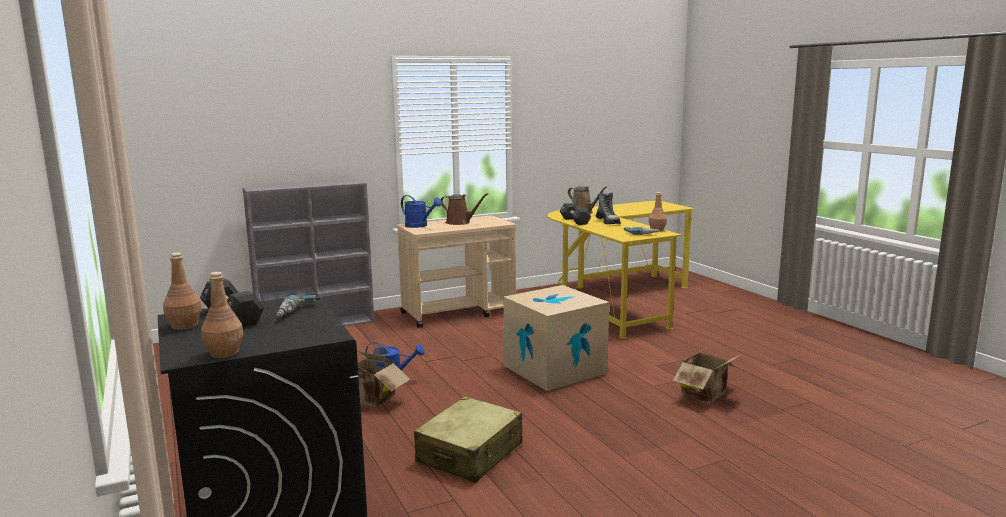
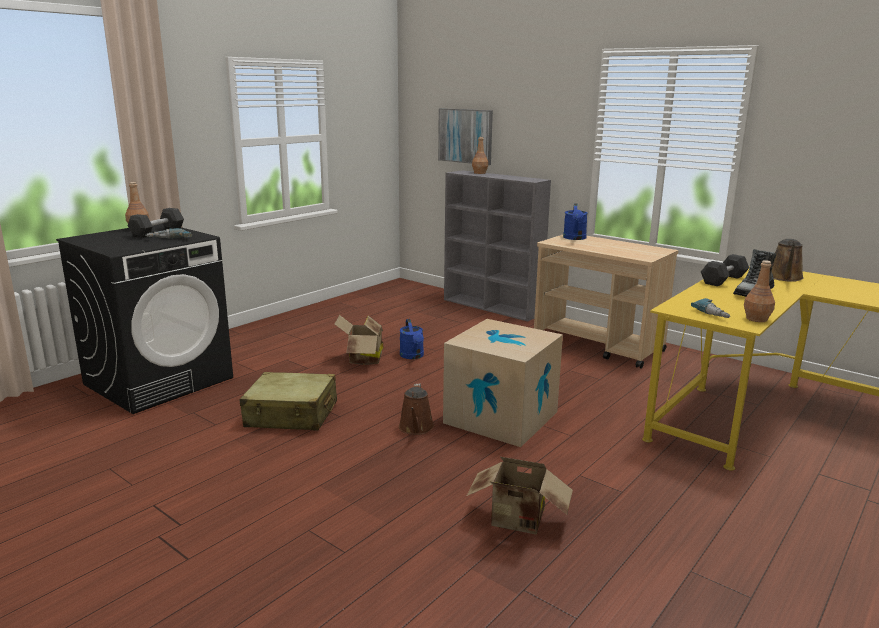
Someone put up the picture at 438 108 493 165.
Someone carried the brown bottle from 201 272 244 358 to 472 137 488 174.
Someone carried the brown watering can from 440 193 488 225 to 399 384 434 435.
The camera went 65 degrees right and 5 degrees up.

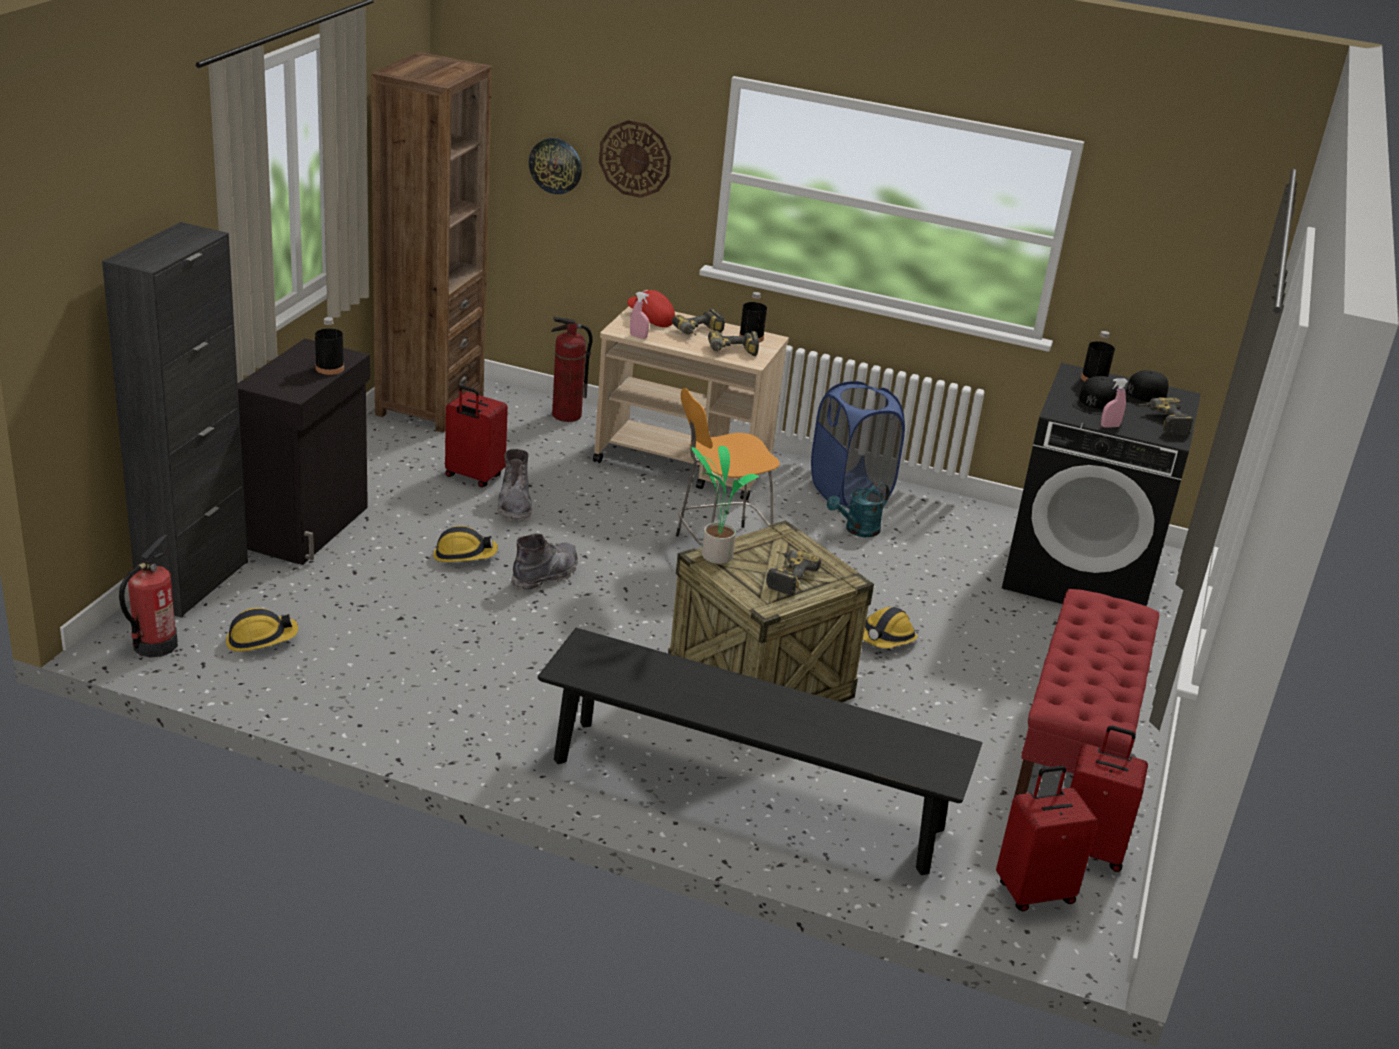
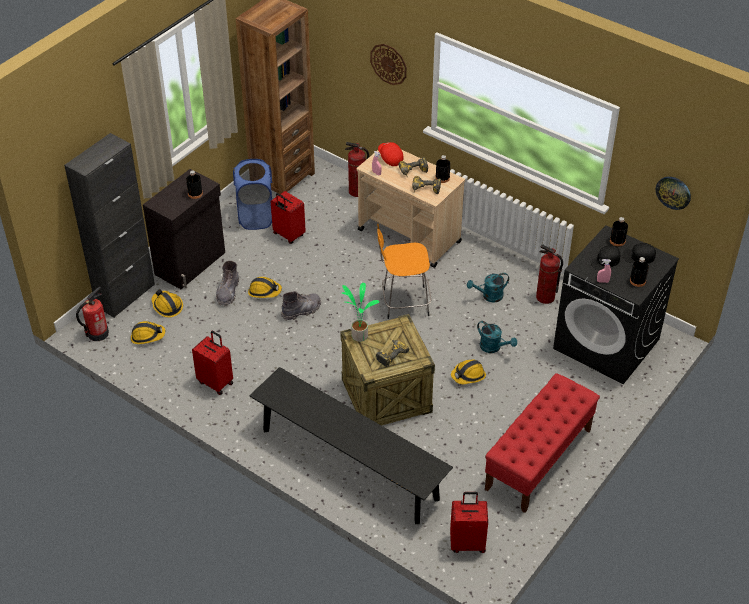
Someone put down the hard hat at 152 289 183 318.
Someone put down the turquoise watering can at 477 321 517 353.
Someone put down the fire extinguisher at 536 244 563 304.
Someone carried the grey boot from 498 449 532 522 to 216 261 239 306.
Someone carried the wall clock from 529 138 582 194 to 656 177 691 210.
Someone carried the blue laundry basket from 811 381 905 509 to 233 159 272 230.
Someone carried the red suitcase from 1070 726 1148 872 to 192 331 233 395.
Someone swapped the power drill at 1138 397 1193 435 for the black bottle at 630 257 649 287.
The camera went 20 degrees right and 15 degrees up.

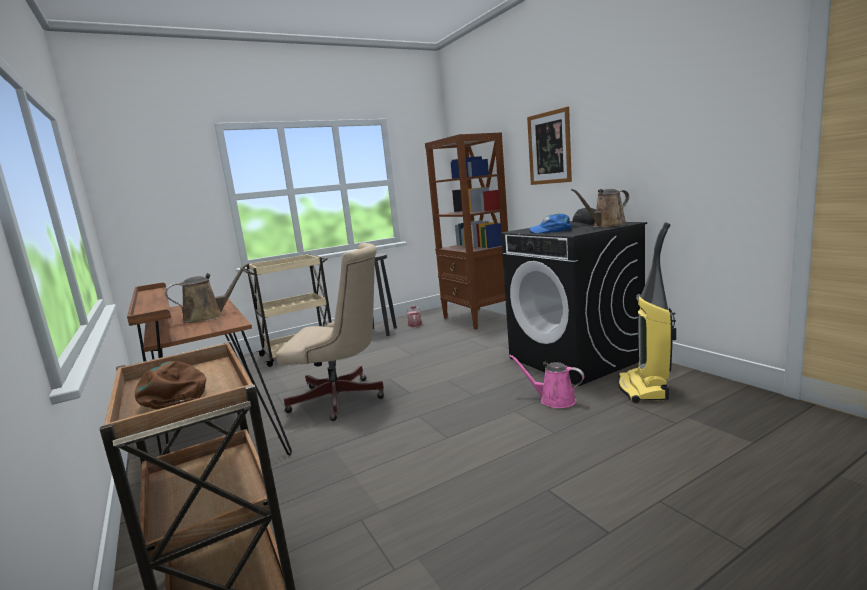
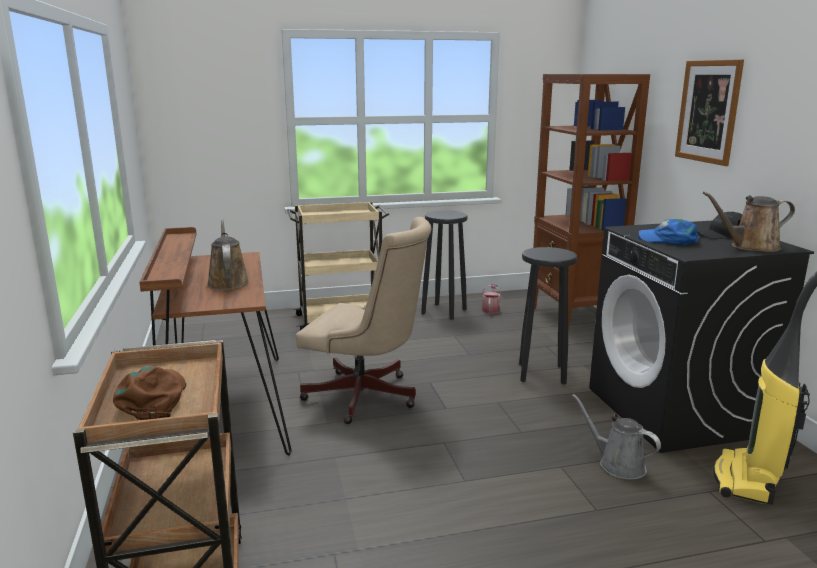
Someone put down the black stool at 519 247 577 384.
Someone repainted the pink watering can at 509 355 584 408, which became the grey watering can at 572 394 661 479.
Someone rotated the brown watering can at 165 263 249 323 by 90 degrees counterclockwise.
The camera went 15 degrees right and 5 degrees up.

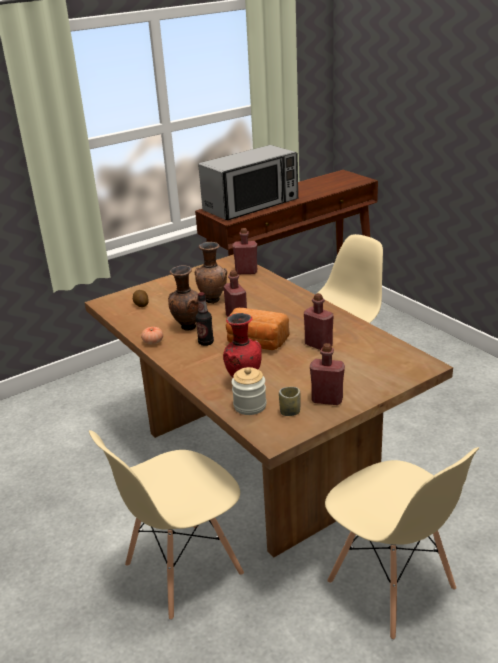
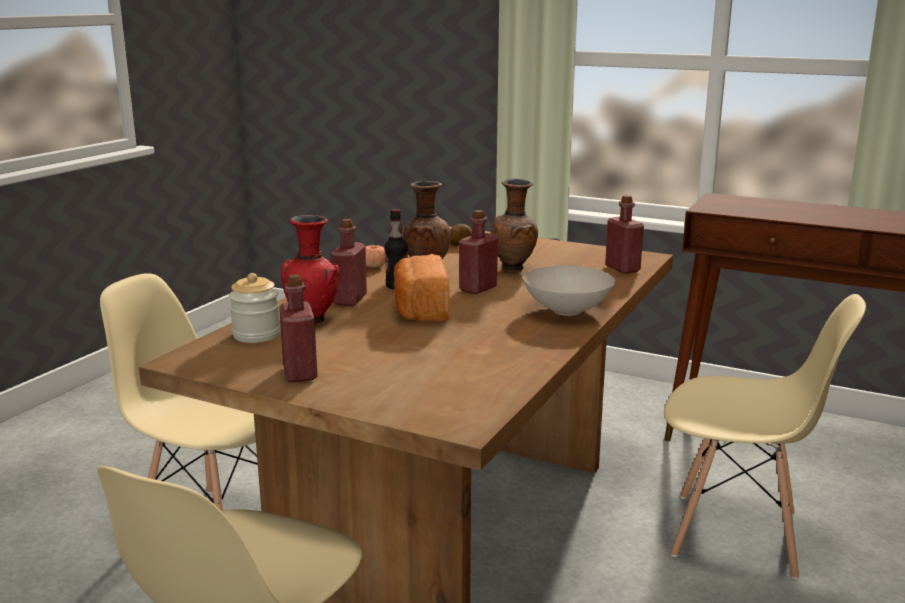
Someone took away the microwave at 198 145 298 220.
Someone took away the cup at 279 387 300 416.
Someone put down the white bowl at 523 265 615 316.
Someone carried the red bottle from 304 293 334 350 to 330 219 367 306.
The camera went 60 degrees right and 10 degrees down.

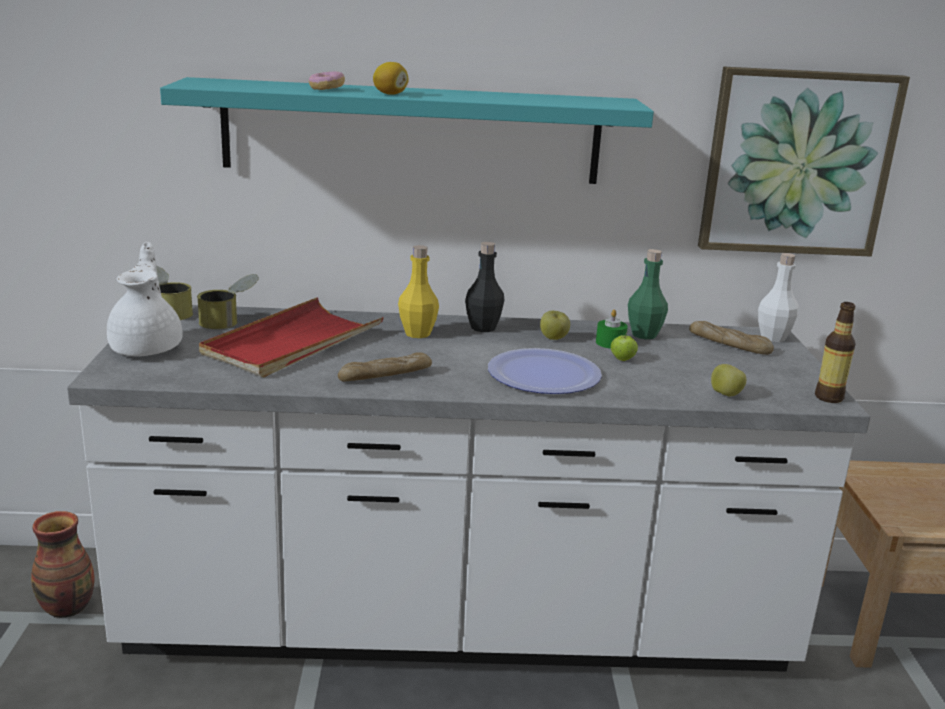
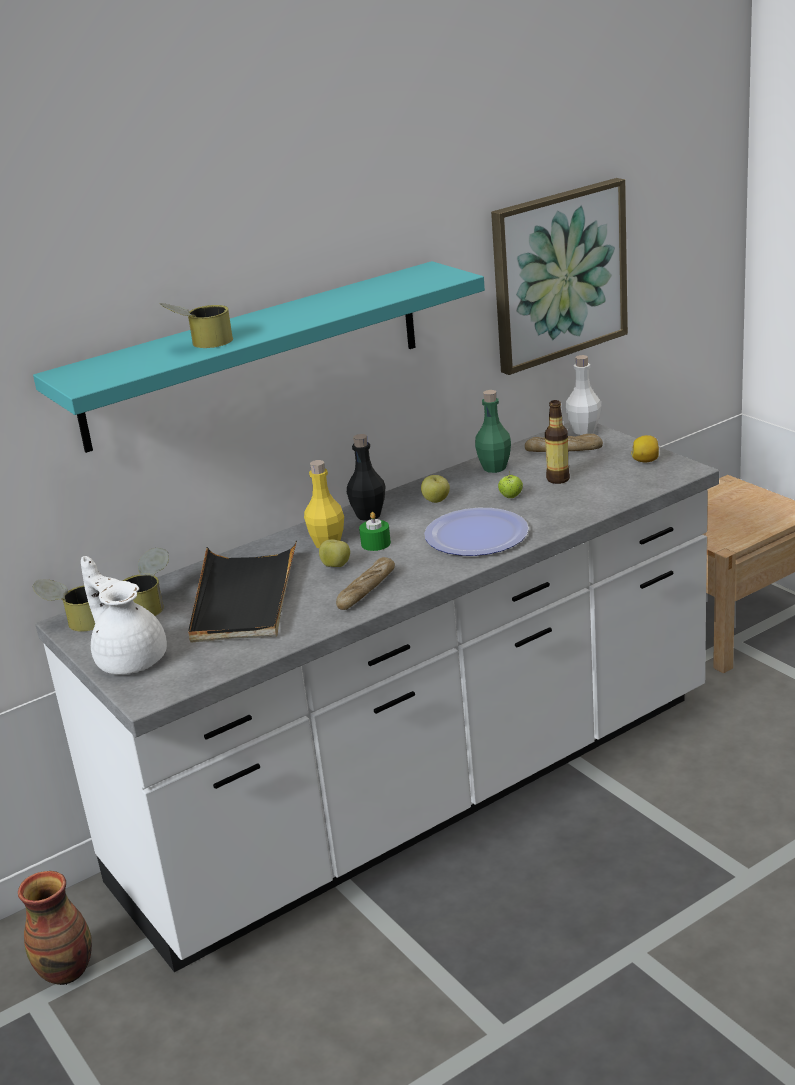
Someone carried the lemon from 373 62 409 95 to 631 435 659 462.
Someone carried the green candle from 596 310 628 349 to 359 512 391 551.
Someone carried the apple from 711 364 746 397 to 319 539 350 567.
Someone carried the bottle from 815 302 856 403 to 545 400 570 484.
Someone swapped the donut at 309 71 345 90 for the can at 159 303 233 348.
Someone repainted the red tray at 199 297 384 377, which became the black tray at 188 541 297 642.
The camera went 30 degrees left and 5 degrees up.

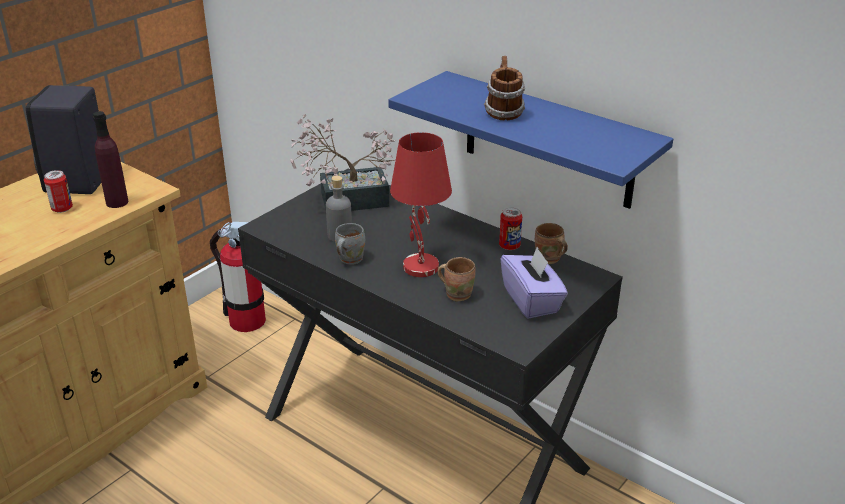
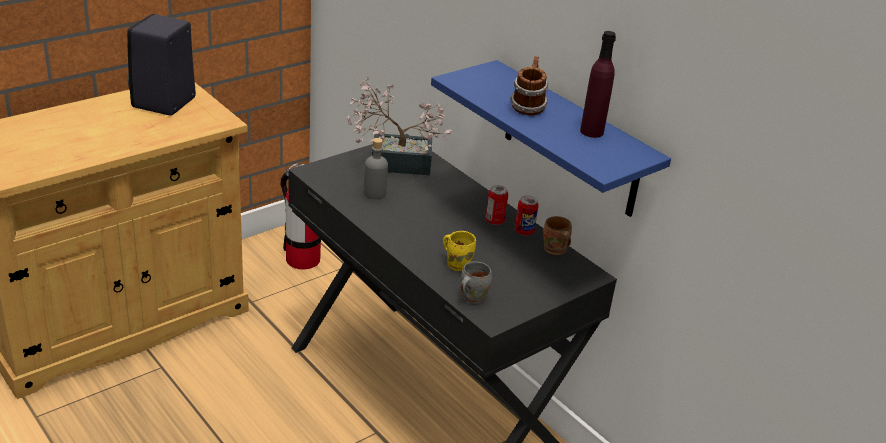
Someone took away the red table lamp at 390 132 452 277.
Someone took away the purple tissue box at 501 247 568 319.
Someone carried the can from 44 170 73 213 to 485 185 508 225.
Someone carried the purple bottle from 93 111 128 208 to 580 31 616 138.
Someone carried the grey mug from 335 223 365 265 to 461 261 492 304.
Someone repainted the brown mug at 438 257 476 301, which became the yellow mug at 443 231 476 271.
The camera went 10 degrees right and 0 degrees up.

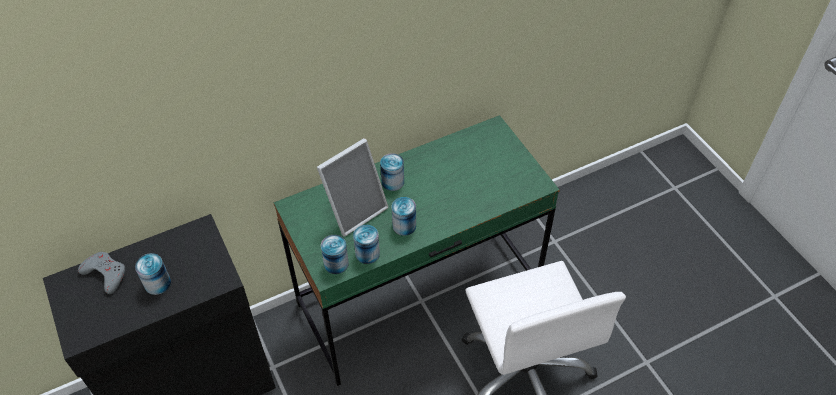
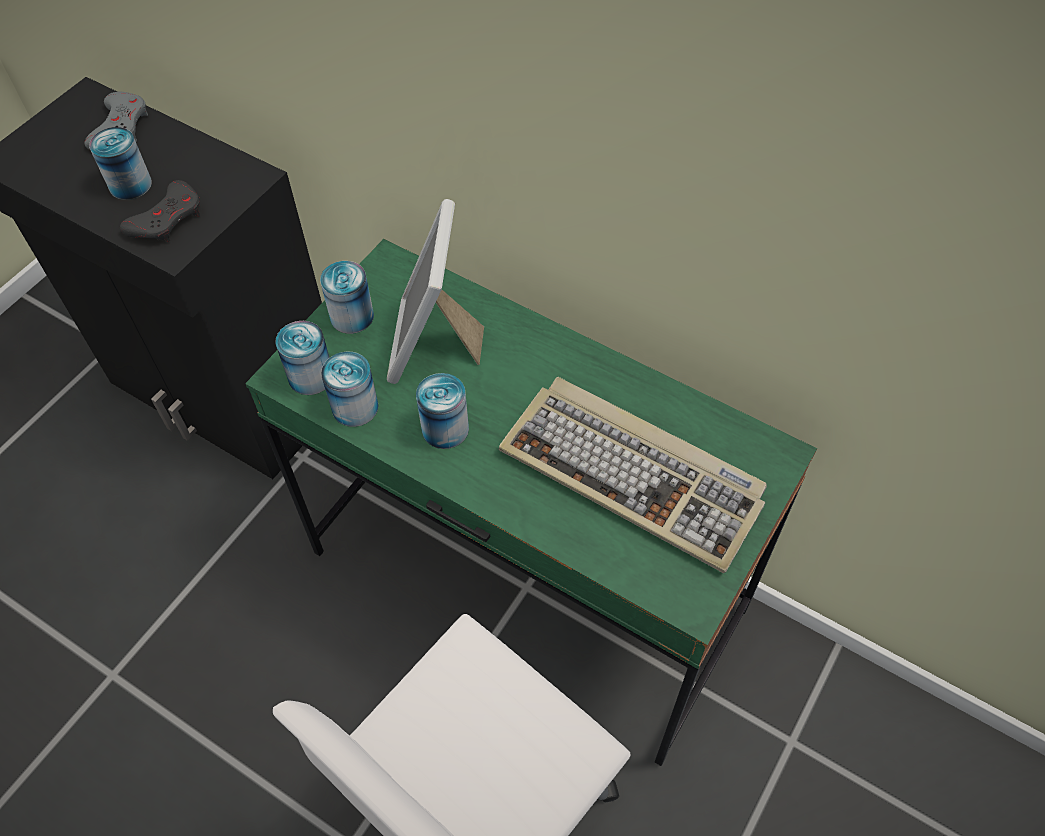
Someone put down the grey game controller at 120 180 200 242.
Someone put down the keyboard at 499 377 767 573.
Someone carried the can from 380 153 404 191 to 320 261 374 334.
Someone rotated the picture frame at 317 138 389 237 by 75 degrees clockwise.
The camera went 60 degrees right and 5 degrees up.

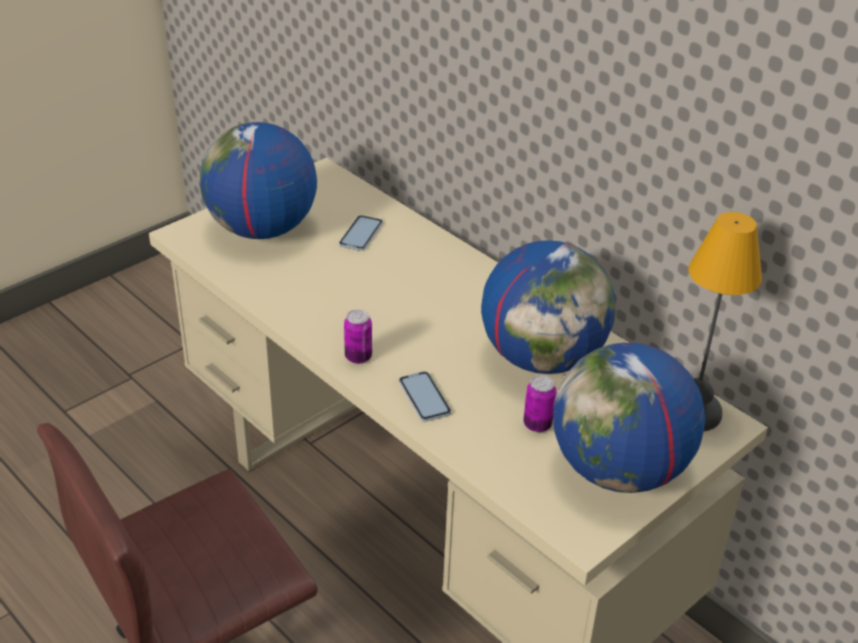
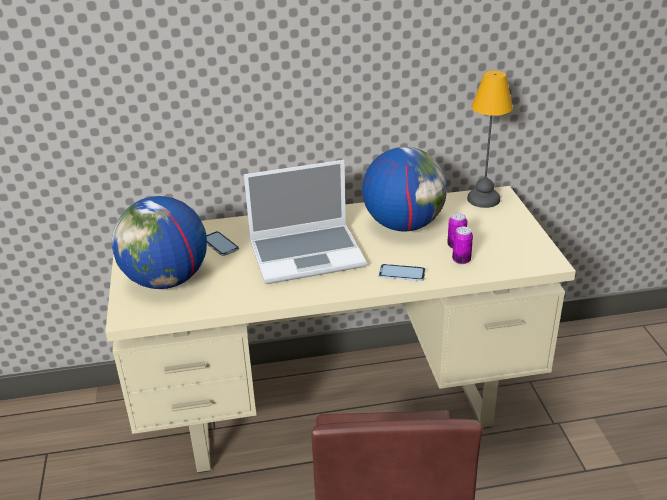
Someone took away the globe at 553 342 705 493.
Someone put down the laptop at 244 160 366 284.
Someone carried the can from 344 310 372 364 to 452 227 473 264.
The camera went 55 degrees left and 5 degrees down.

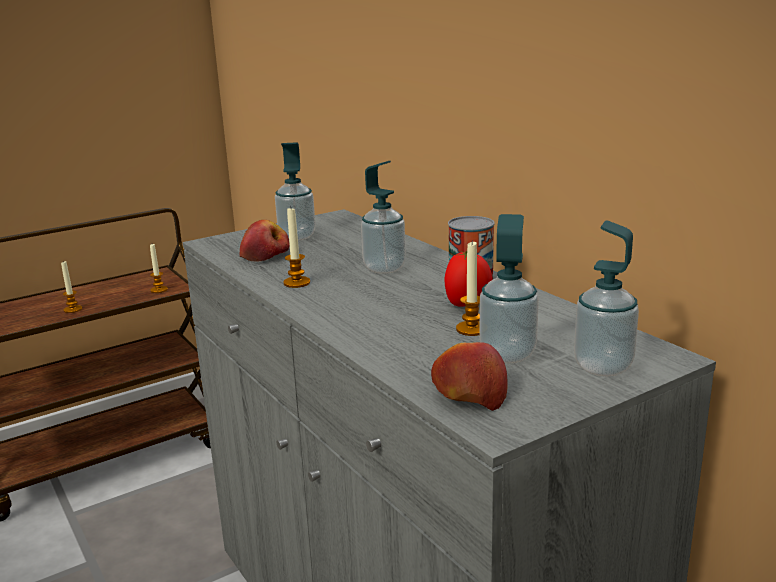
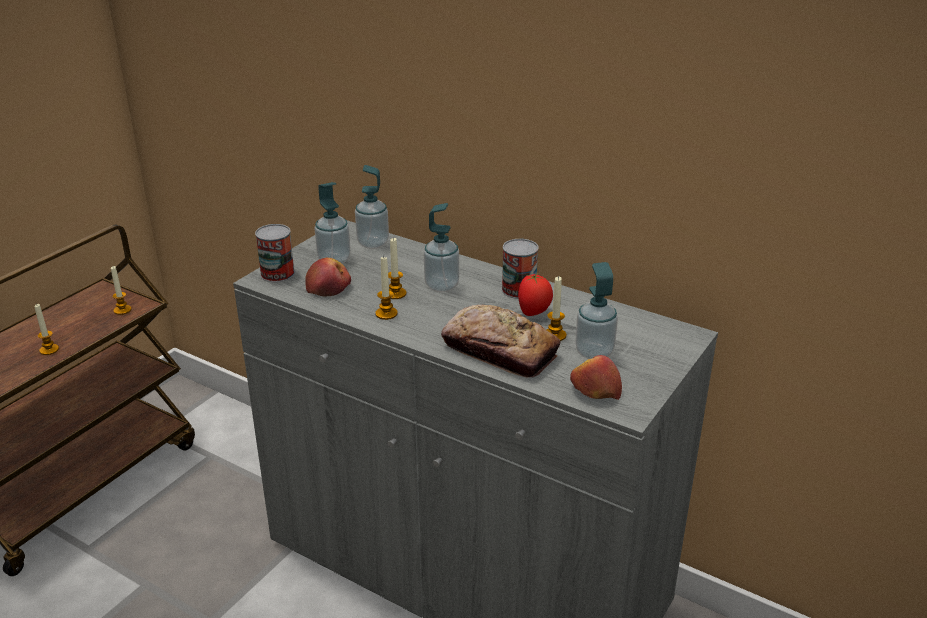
Someone put down the can at 255 224 295 282.
Someone put down the candle at 388 238 407 299.
Someone put down the bread at 441 305 560 378.
Someone carried the soap dispenser from 574 221 639 376 to 355 165 389 249.
The camera went 25 degrees left and 10 degrees up.

